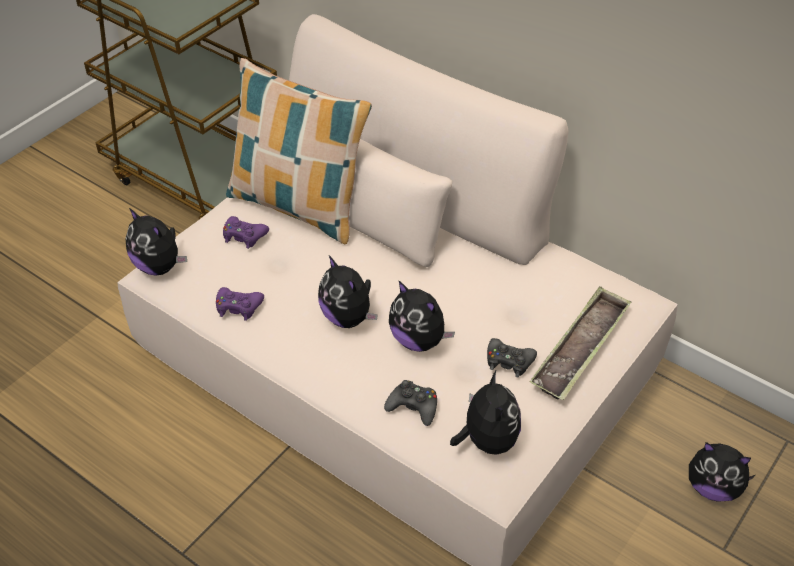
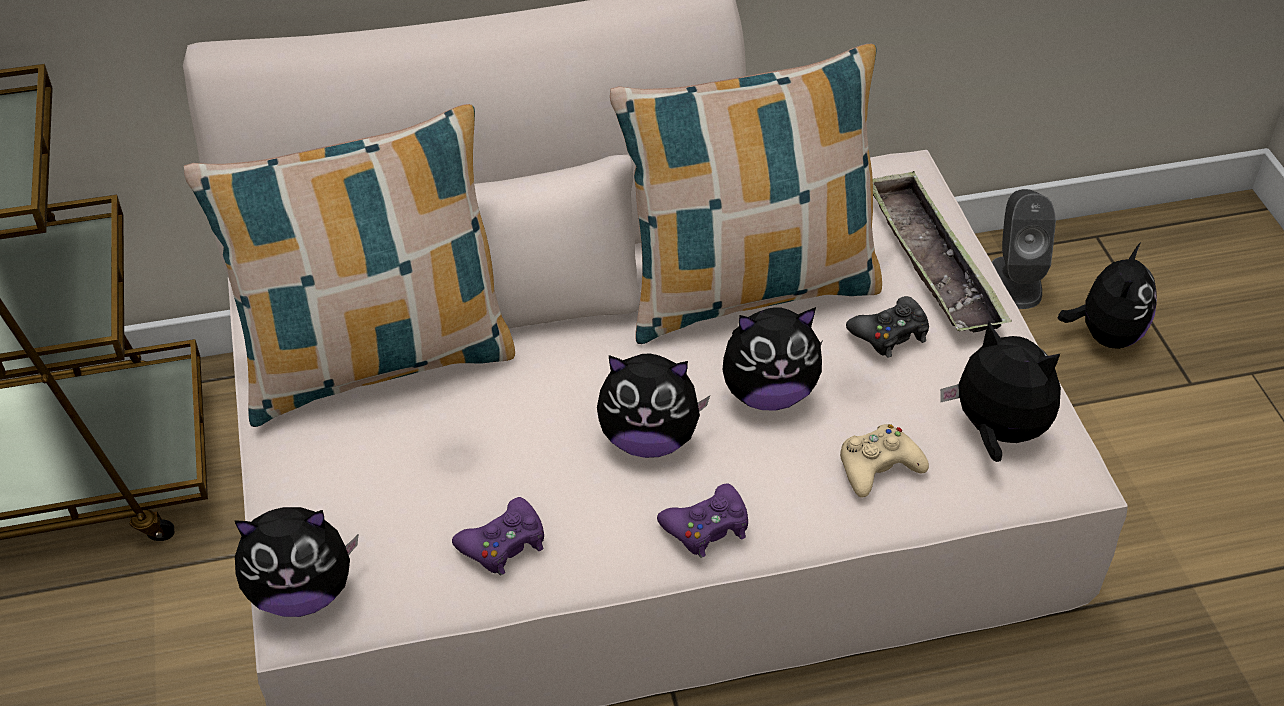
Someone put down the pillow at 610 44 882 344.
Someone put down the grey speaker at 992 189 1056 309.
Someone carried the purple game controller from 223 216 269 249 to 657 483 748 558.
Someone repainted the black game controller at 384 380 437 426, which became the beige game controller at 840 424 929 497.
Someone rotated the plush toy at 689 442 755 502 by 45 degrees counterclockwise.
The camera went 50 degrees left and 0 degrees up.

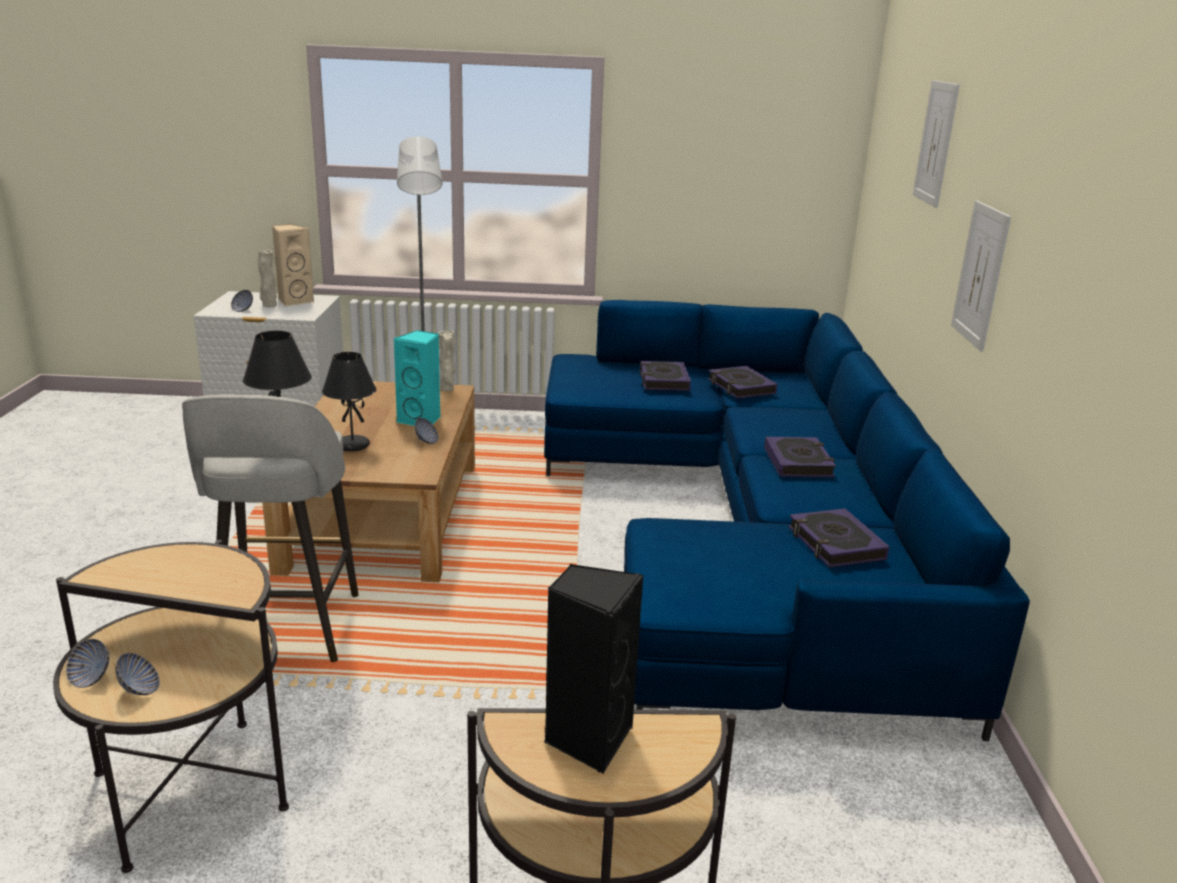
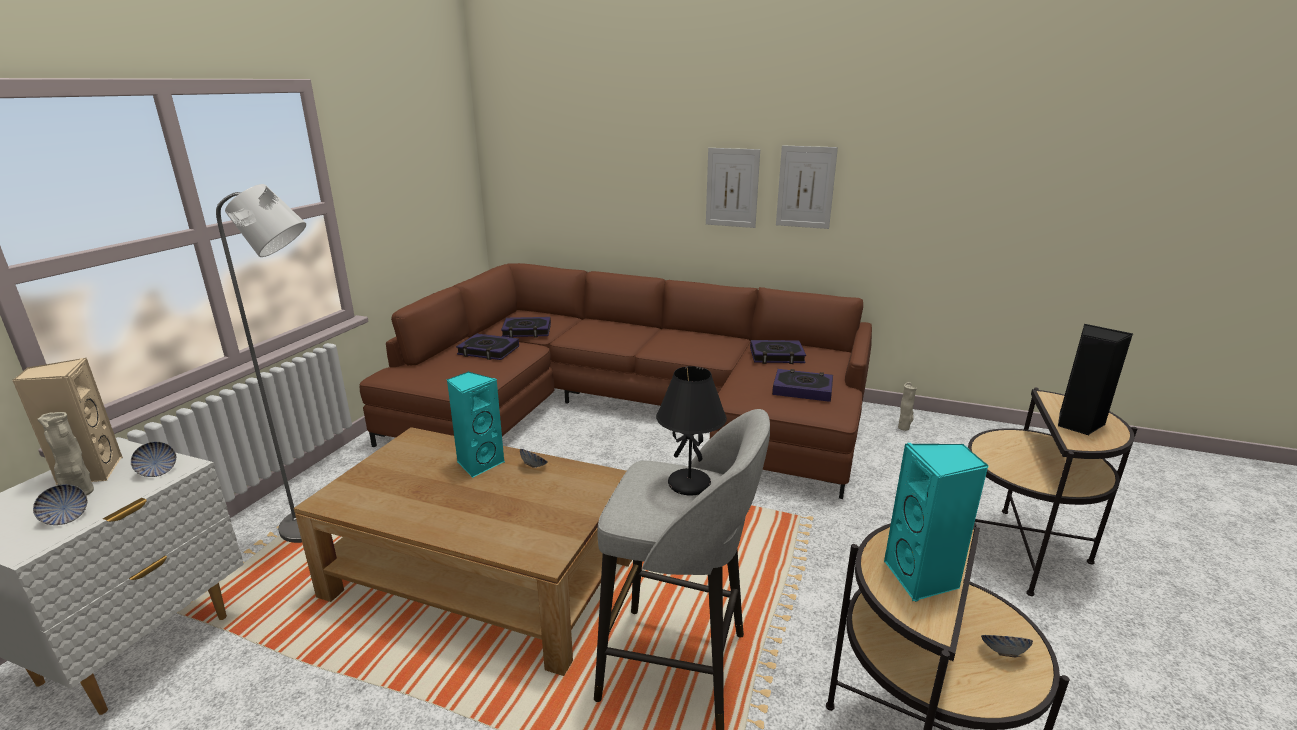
Someone took away the black table lamp at 322 352 377 451.
Someone put down the turquoise speaker at 884 443 988 602.
Someone carried the bowl from 66 639 109 688 to 131 442 176 477.
Someone carried the beige vase from 438 330 456 391 to 898 382 917 431.
Someone carried the book from 764 437 836 477 to 772 369 833 402.
Someone carried the picture from 913 80 960 208 to 776 145 838 229.
Someone repainted the blue sofa at 544 300 1030 741, which became the brown sofa at 359 263 872 499.
The camera went 70 degrees left and 0 degrees up.

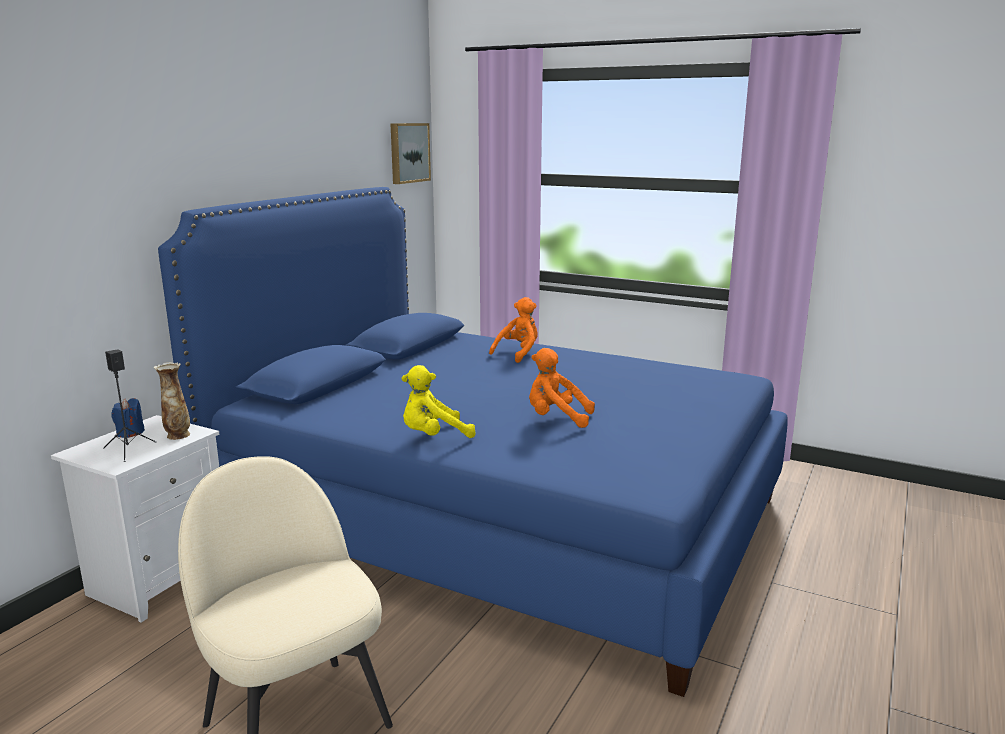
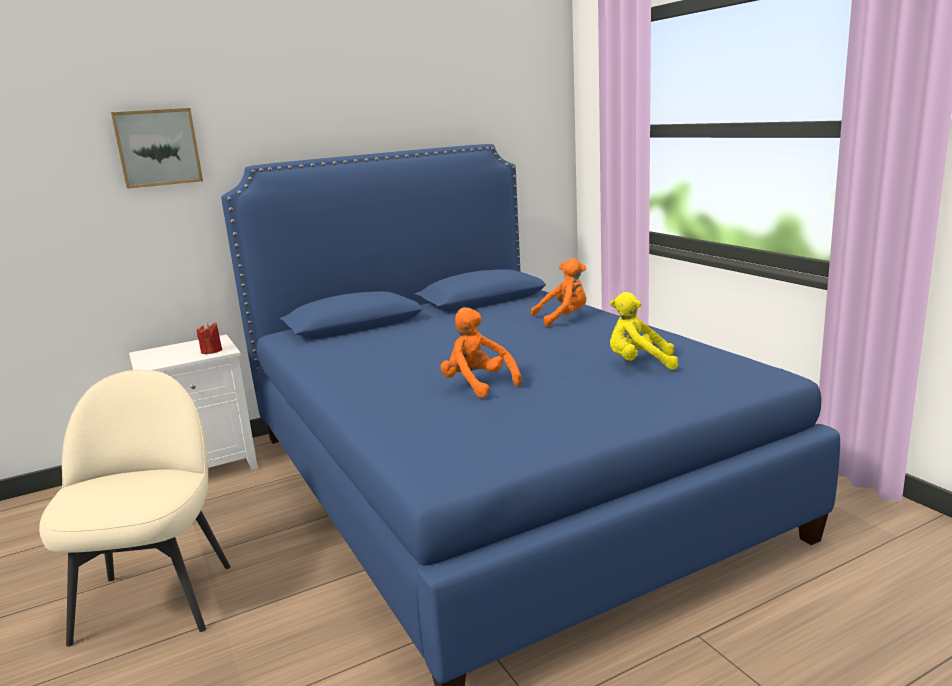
Someone took away the black speaker at 104 349 156 462.
Someone took away the blue candle at 111 398 145 438.
Someone carried the picture from 390 123 431 184 to 111 108 203 189.
Someone carried the yellow plush toy from 402 365 476 438 to 610 292 678 370.
Someone swapped the vase at 154 362 190 440 for the red candle at 197 322 222 354.
The camera went 35 degrees right and 0 degrees up.

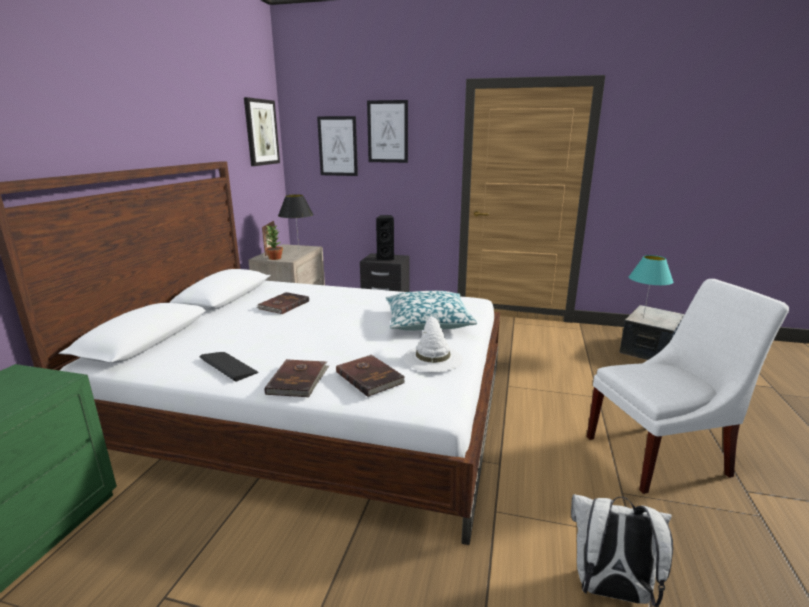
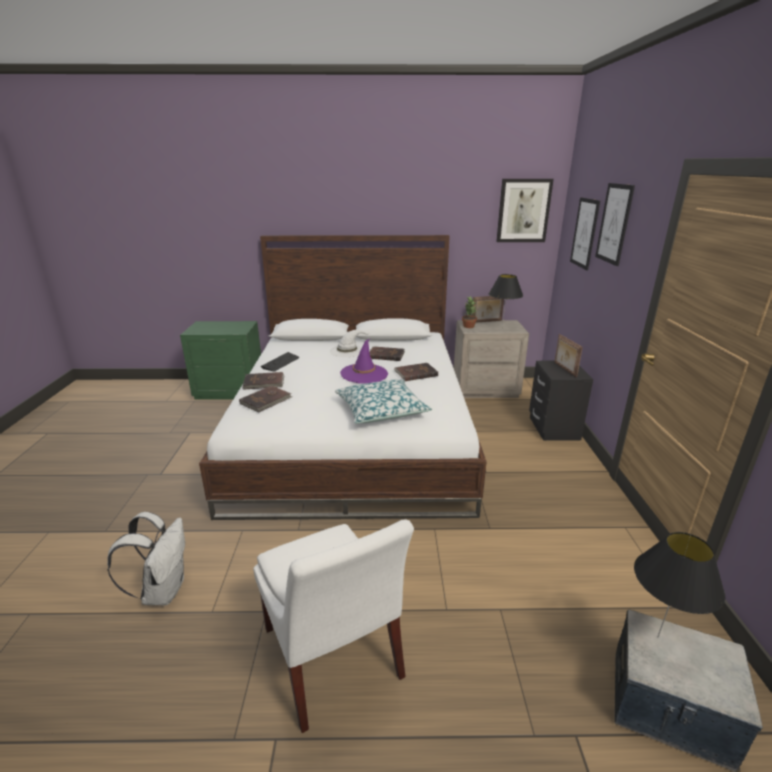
Someone put down the purple hat at 340 339 388 384.
Someone put down the brown book at 394 363 438 381.
Someone carried the white hat from 404 316 463 372 to 330 330 371 357.
Someone swapped the black speaker at 376 215 394 260 for the picture frame at 554 334 583 377.
Someone repainted the turquoise table lamp at 629 255 673 318, which became the black table lamp at 634 532 726 638.
The camera went 75 degrees right and 5 degrees up.

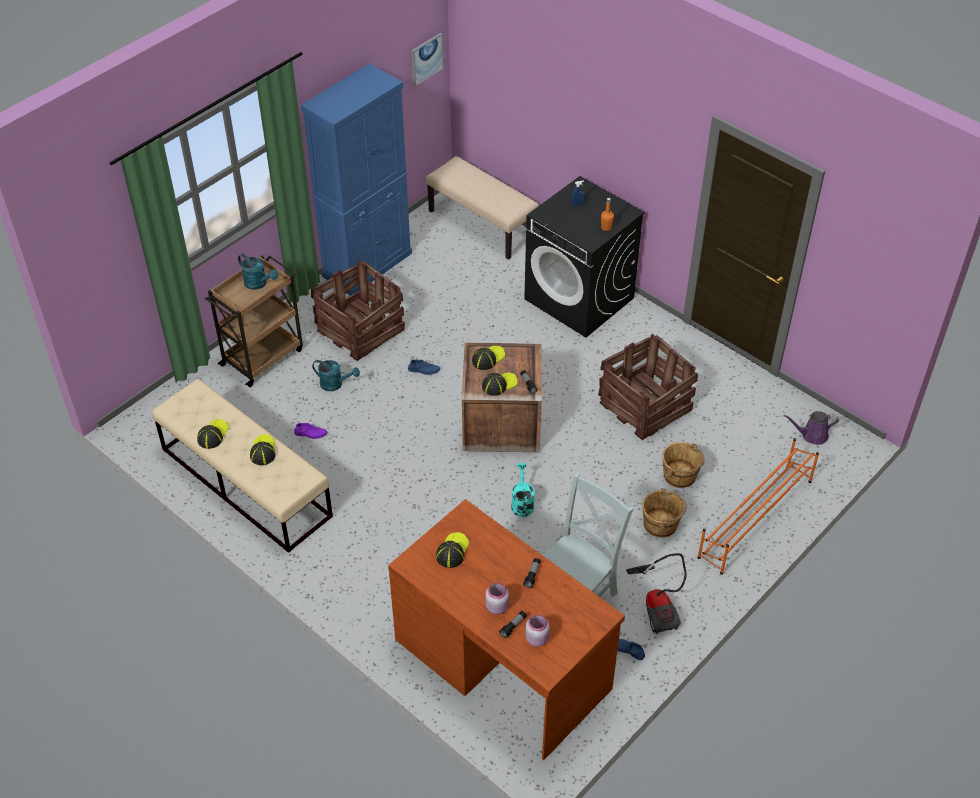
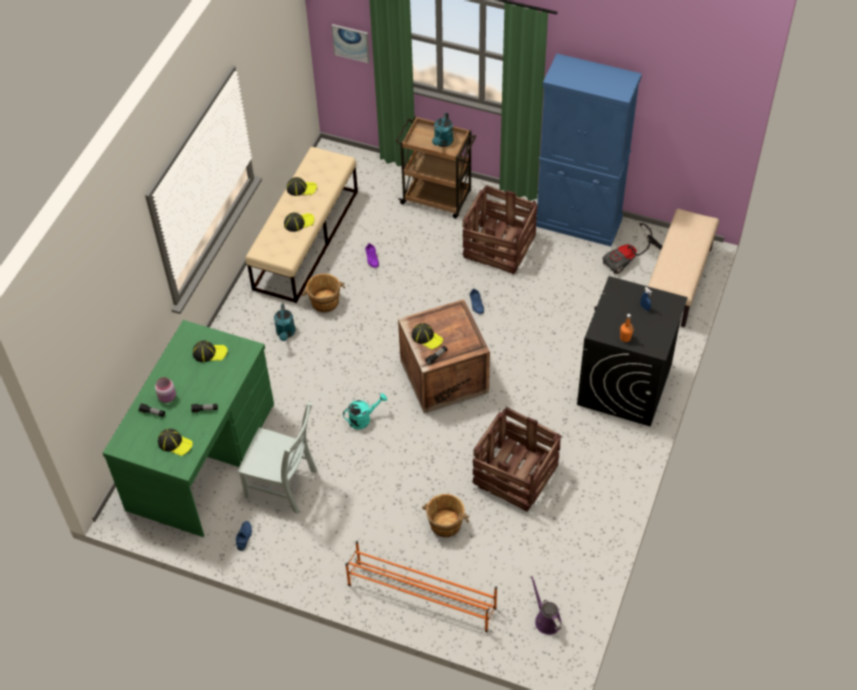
Someone took away the pink jar at 525 614 550 647.
Someone carried the turquoise watering can from 312 360 360 391 to 274 304 295 341.
Someone carried the picture from 411 33 444 86 to 331 24 370 63.
Someone carried the cap from 472 346 505 370 to 158 429 193 456.
Someone carried the vacuum cleaner from 626 553 687 634 to 603 223 662 274.
Someone carried the brown bucket from 642 488 687 538 to 302 274 345 312.
Someone repainted the brown desk at 388 499 625 760, which became the green desk at 103 320 274 537.
The camera went 70 degrees right and 5 degrees up.

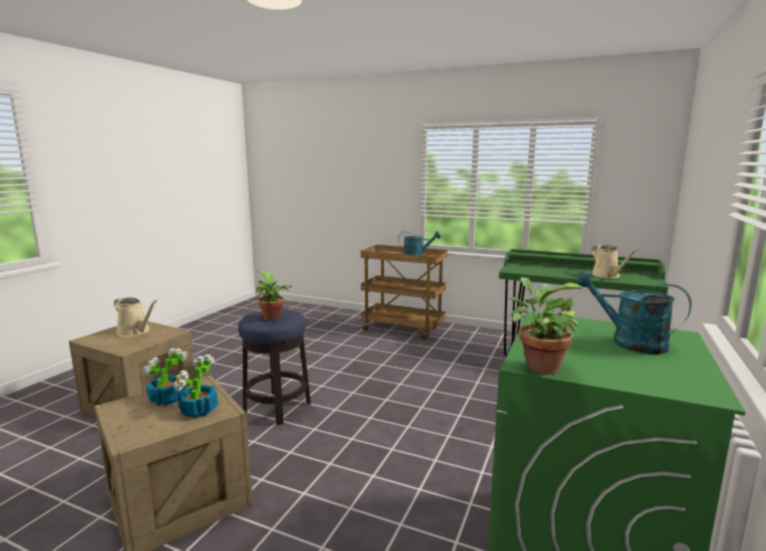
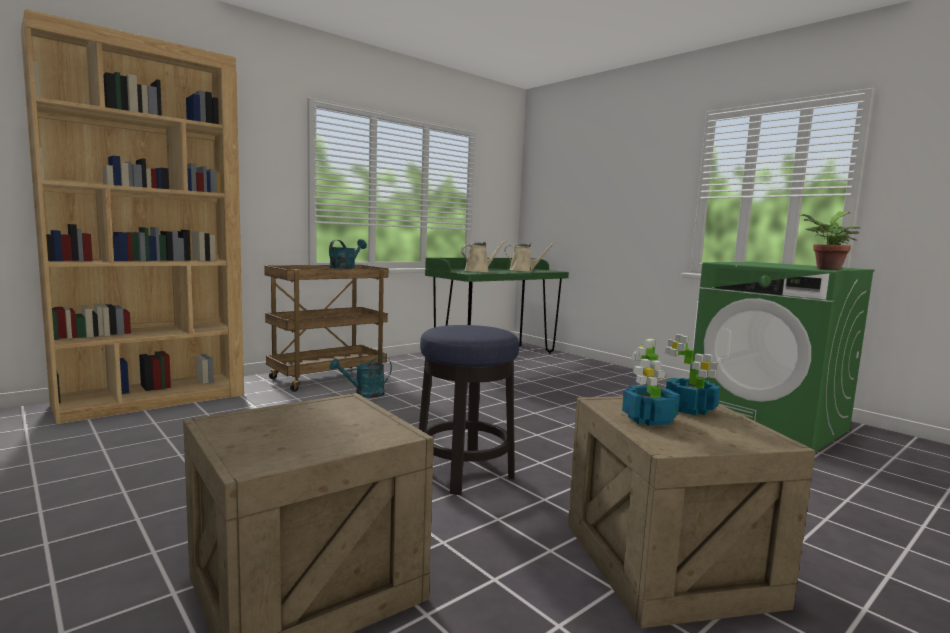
Someone took away the potted plant at 255 270 292 321.
Someone put down the brown bookcase at 21 9 244 424.
Someone carried the beige watering can from 114 298 157 337 to 461 240 507 272.
Someone carried the turquoise watering can from 575 271 692 354 to 329 356 392 398.
The camera went 65 degrees left and 5 degrees down.

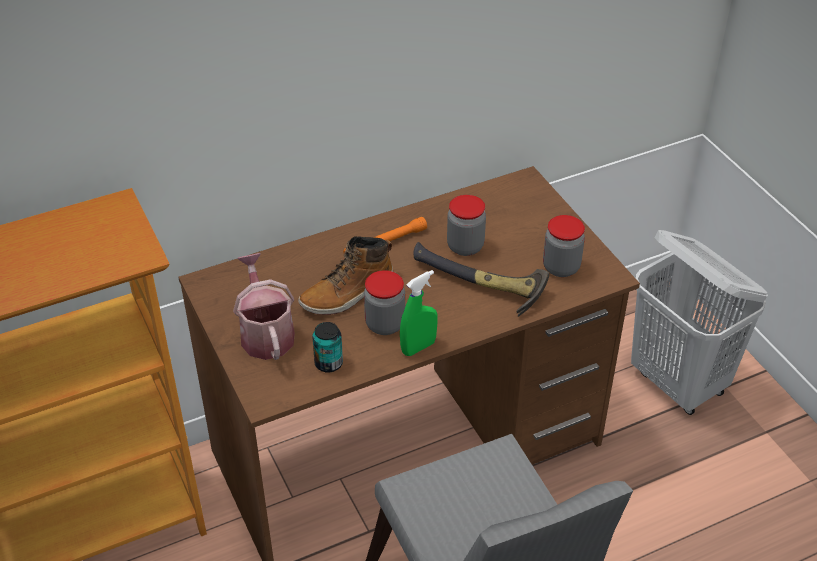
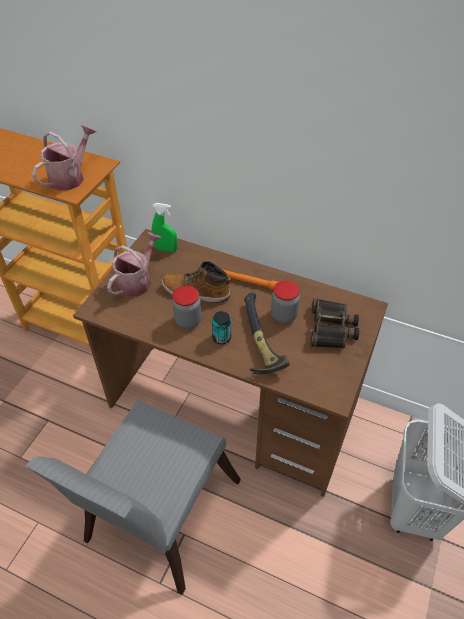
Someone took away the jar at 543 215 585 277.
Someone put down the watering can at 32 125 96 190.
Someone put down the binoculars at 310 298 359 348.
Someone carried the can from 312 322 343 373 to 212 311 231 344.
Someone carried the green spray bottle from 400 270 438 356 to 152 203 177 252.
The camera went 50 degrees right and 5 degrees up.

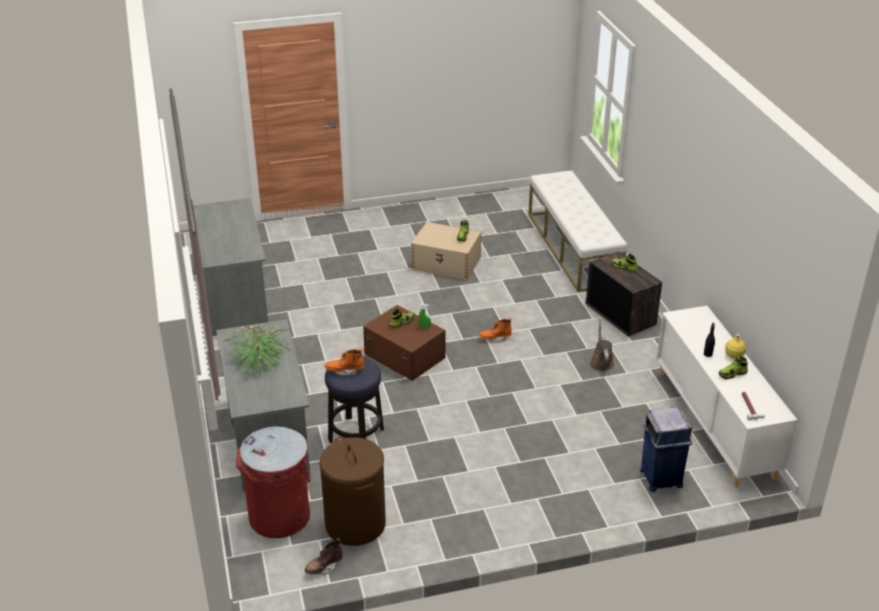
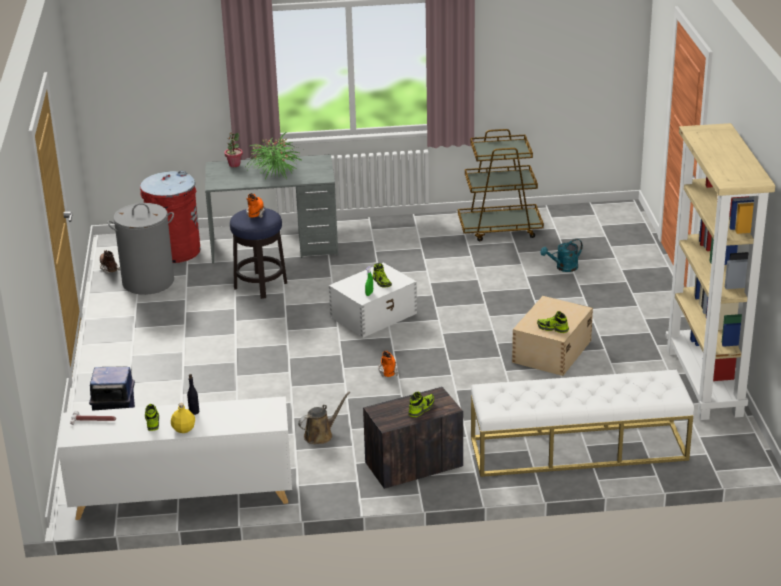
Someone put down the potted plant at 224 132 243 167.
Someone put down the turquoise watering can at 540 239 583 272.
Someone put down the beige bookcase at 665 123 775 420.
Someone swapped the grey desk at 193 198 268 336 for the brown cart at 458 129 544 241.
Someone repainted the brown laundry basket at 320 437 386 546, which became the grey laundry basket at 107 203 174 295.
Someone repainted the brown storage box at 363 305 446 381, which became the white storage box at 329 263 417 338.
Someone rotated the brown watering can at 590 320 614 372 by 45 degrees counterclockwise.
The camera went 100 degrees right and 5 degrees down.

